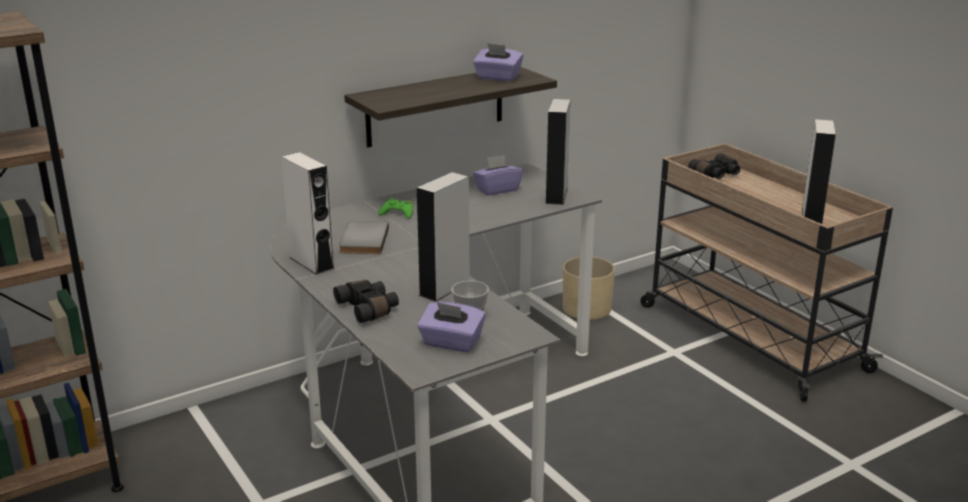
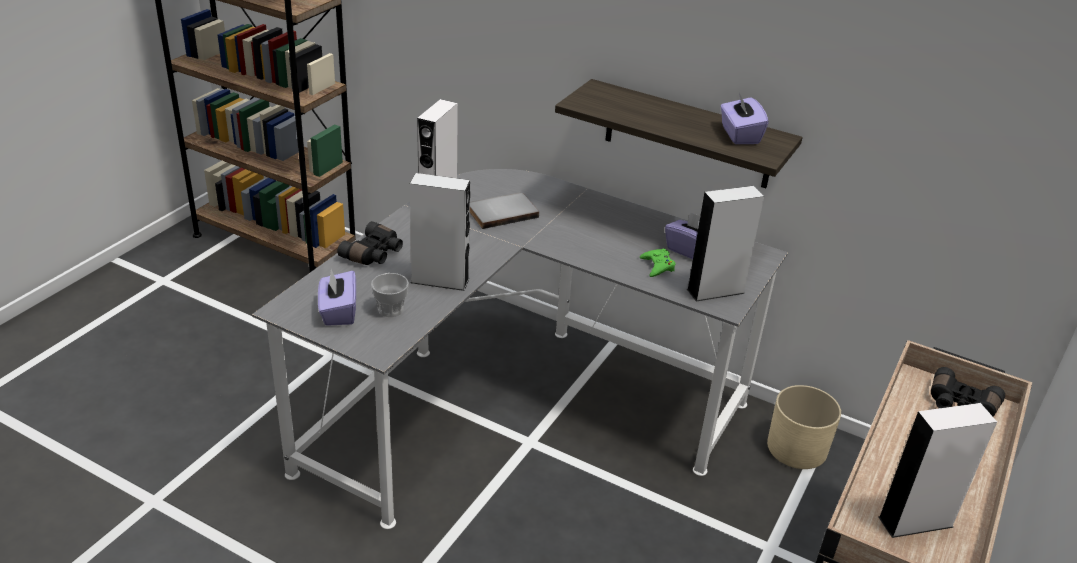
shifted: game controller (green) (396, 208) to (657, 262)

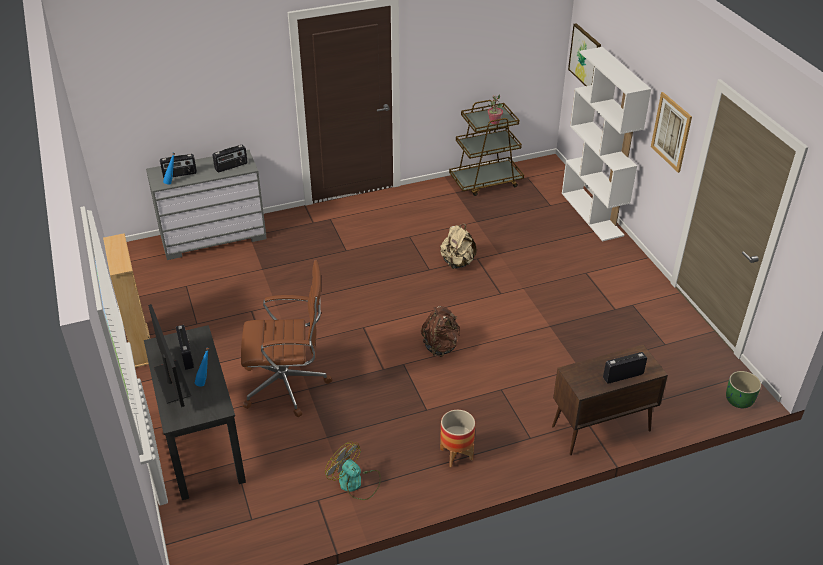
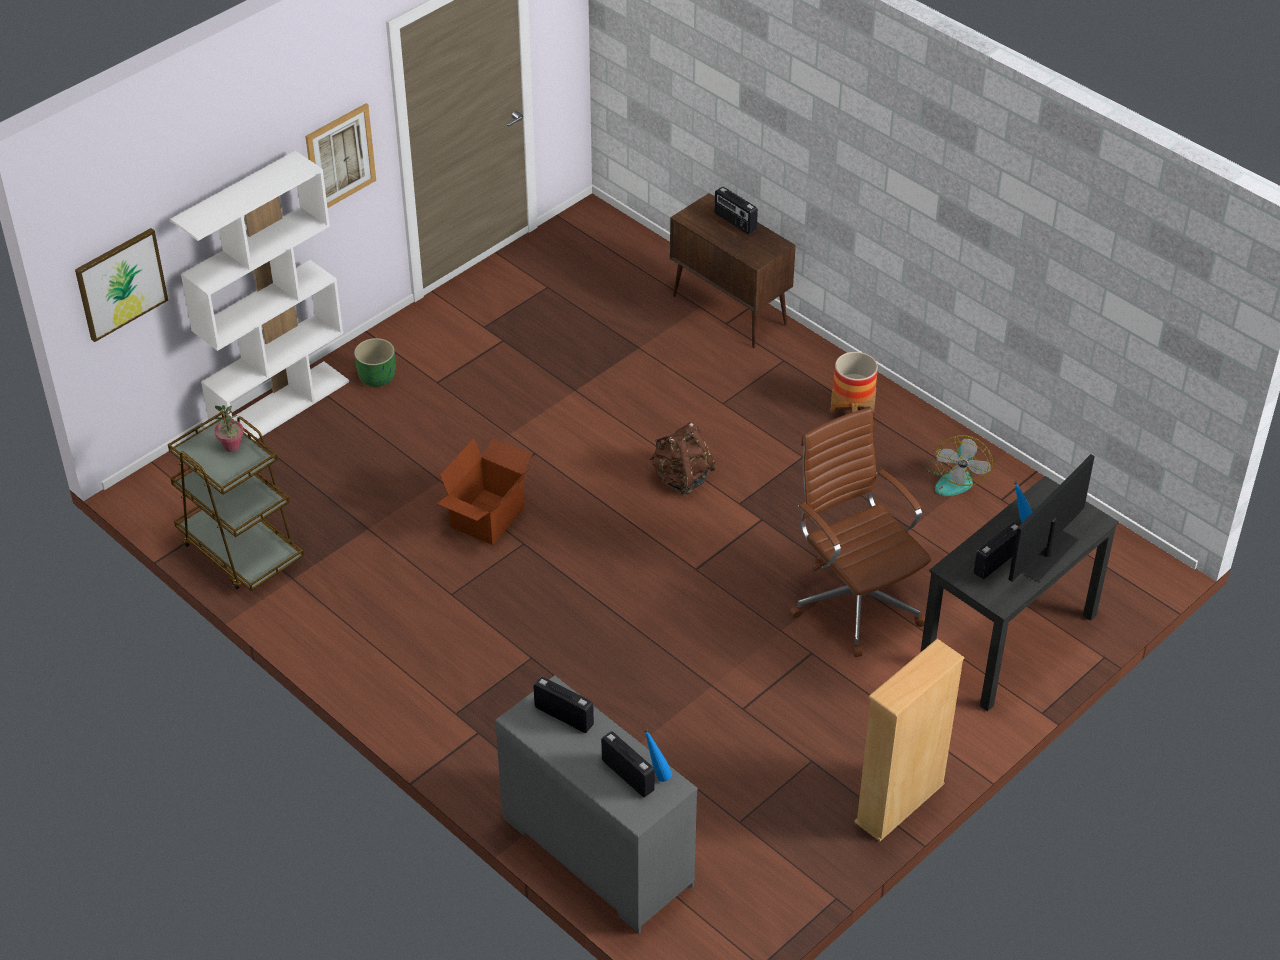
shifted: planter (green) (743, 389) to (374, 362)
swapped: backpack (beige) (458, 246) to cardboard box (485, 491)

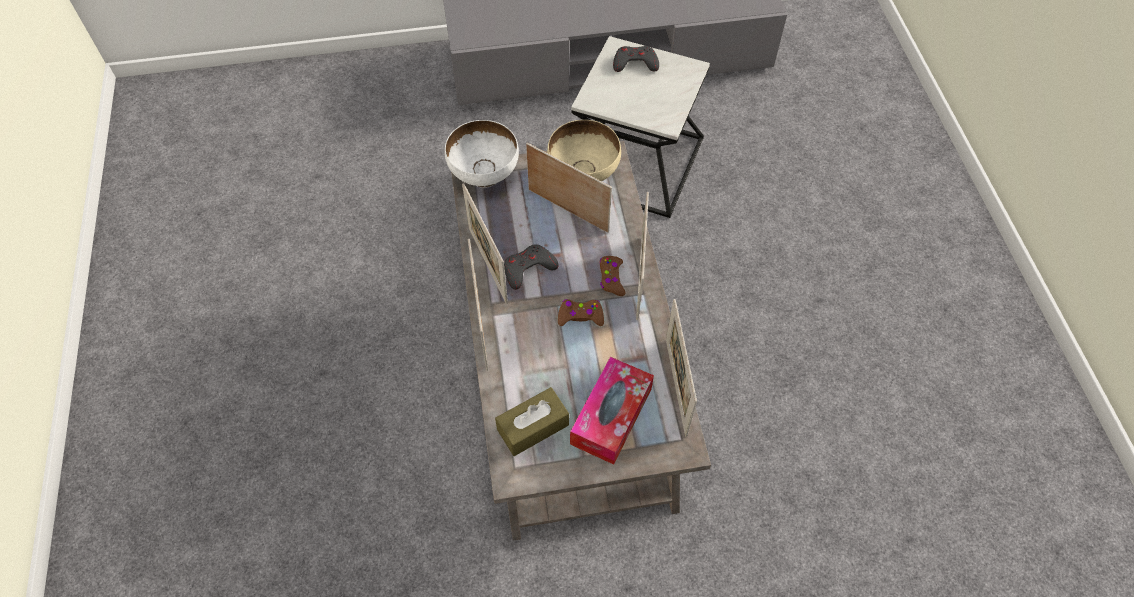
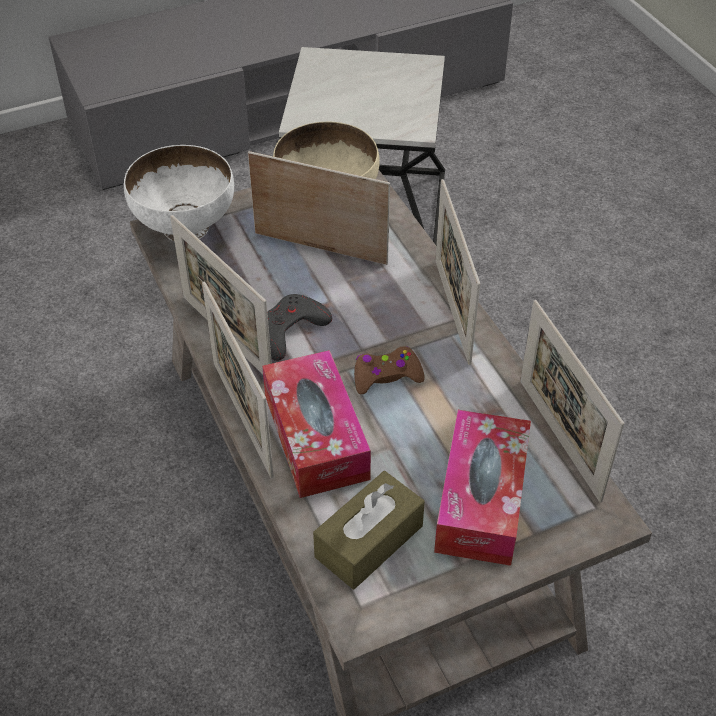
gone: game controller (brown) (612, 276); game controller (grey) (636, 59)
new: tissue box (316, 424)

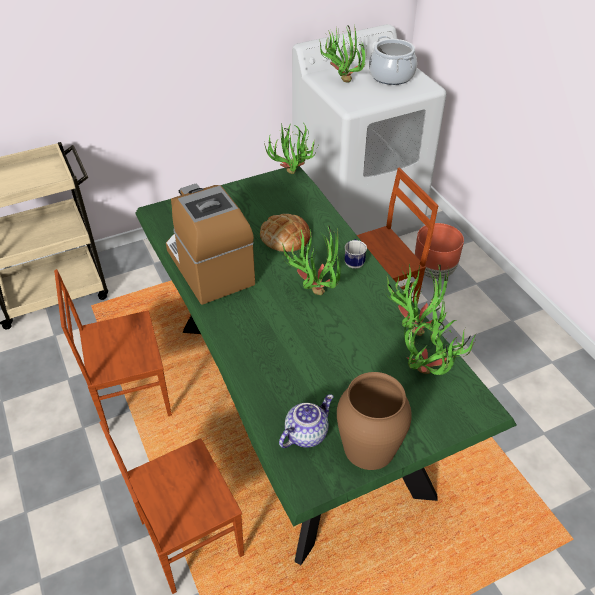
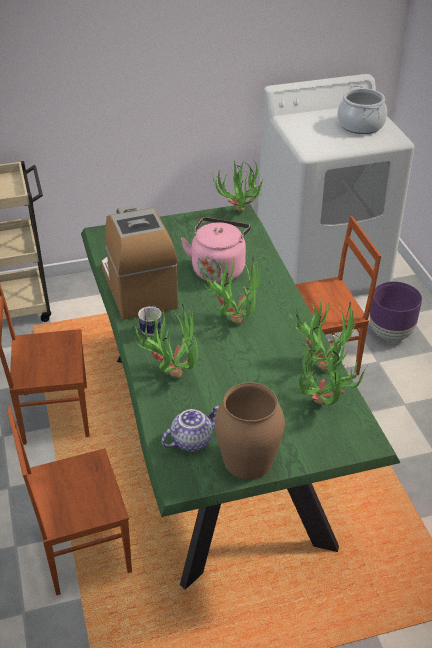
shifted: potted plant (343, 54) to (166, 341); mug (356, 254) to (149, 321)
swapped: bread (285, 233) to kettle (pink) (216, 250)
repainted: planter (brown) (439, 251) to planter (purple) (396, 311)

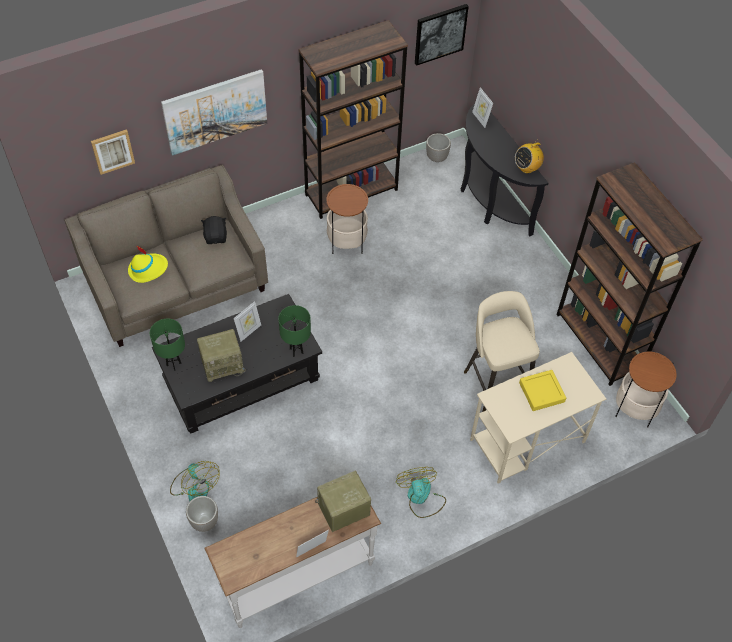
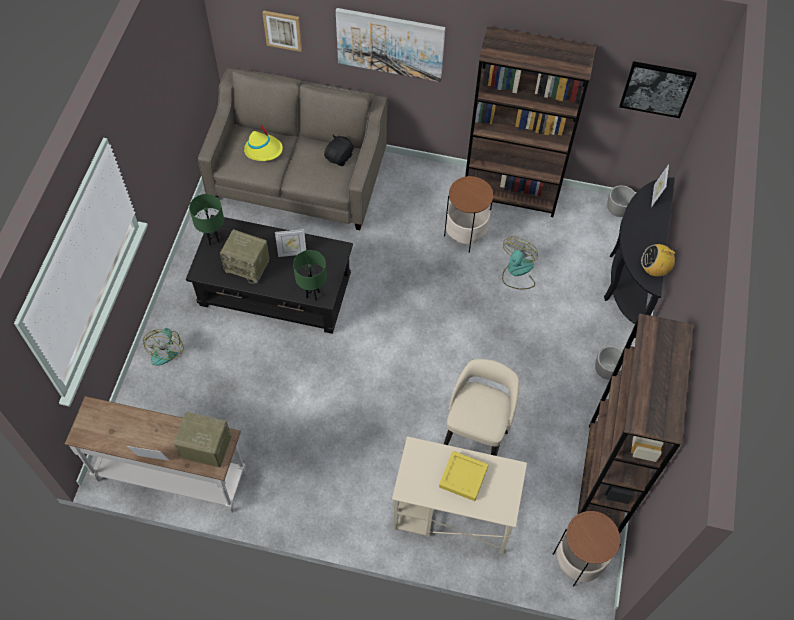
shifted: planter (202, 514) to (609, 363); fan (421, 492) to (520, 263)

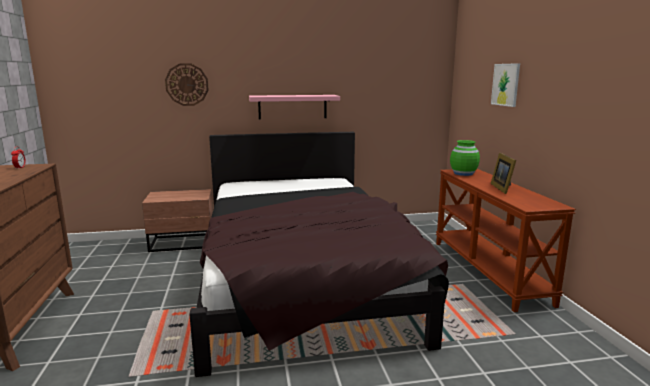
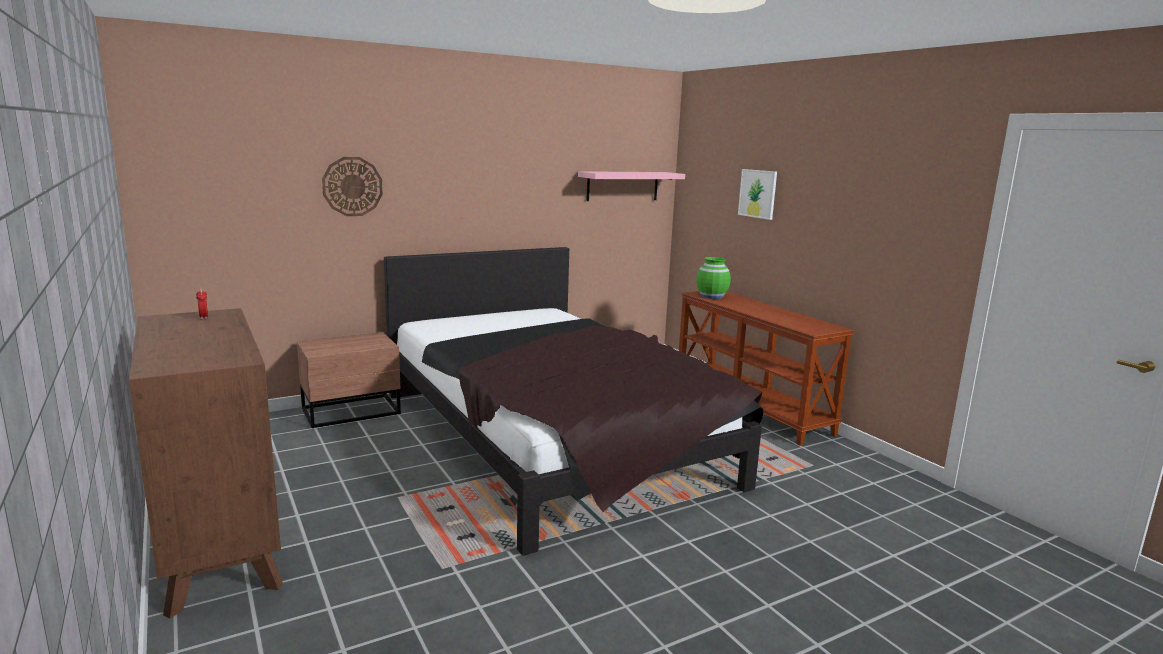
gone: picture frame (503, 173)
shifted: shelf (pink) (294, 107) to (631, 186)

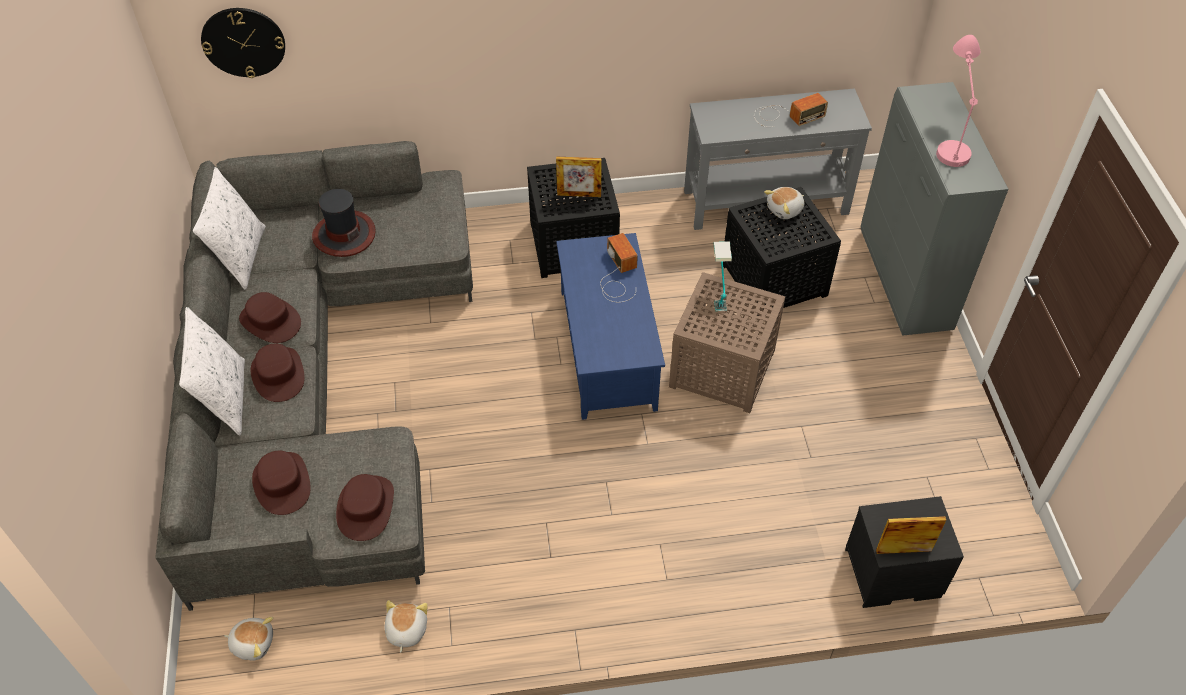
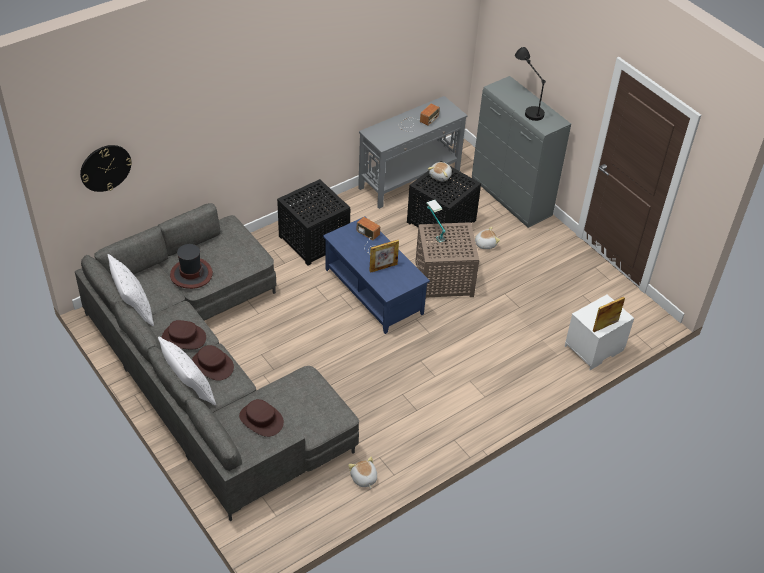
gone: hat (brown) (365, 507)
shifted: plush toy (248, 639) to (487, 238); picture frame (579, 177) to (384, 256)
repainted: nightstand (black) (904, 552) to nightstand (white) (599, 332); table lamp (pink) (958, 101) to table lamp (black) (530, 84)

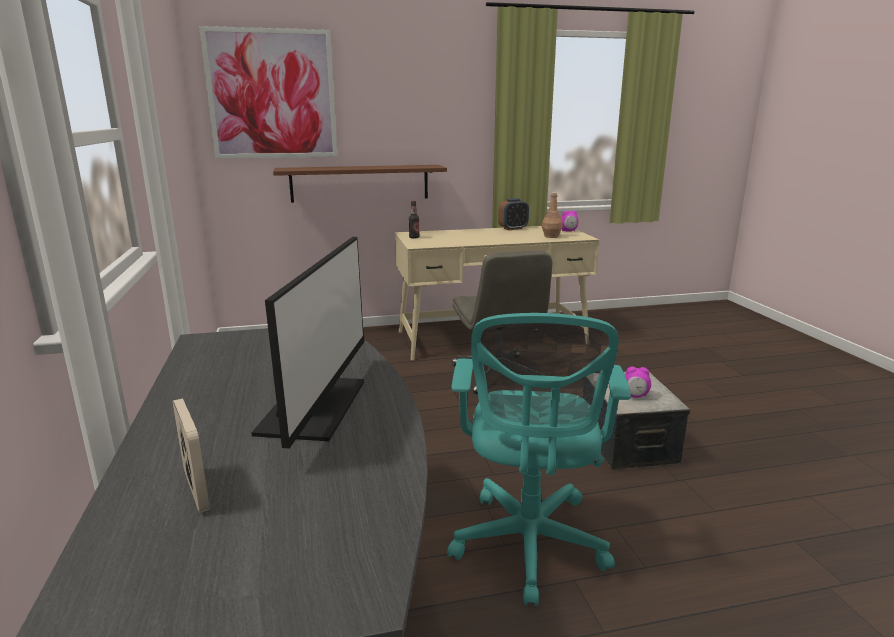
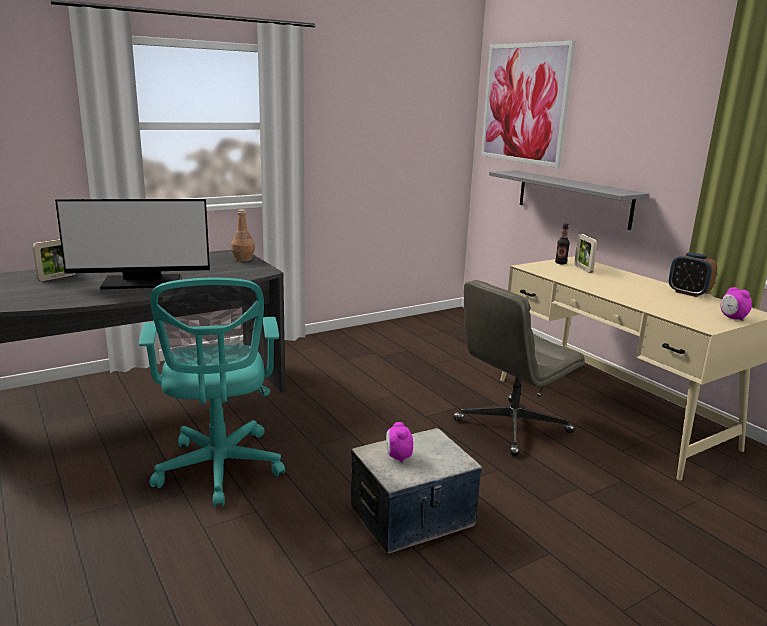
new: picture frame (585, 253)
shifted: bottle (brown) (552, 215) to (243, 235)
repainted: shelf (brown) (360, 184) to shelf (grey) (569, 200)
rotated: office chair (turquoise) (539, 459) = (212, 392) 90 degrees counterclockwise

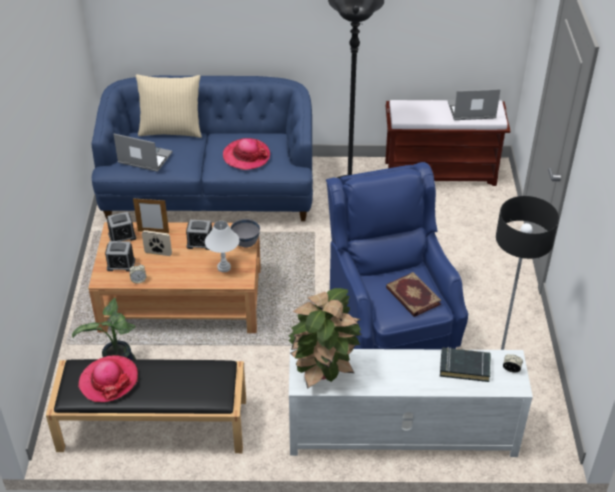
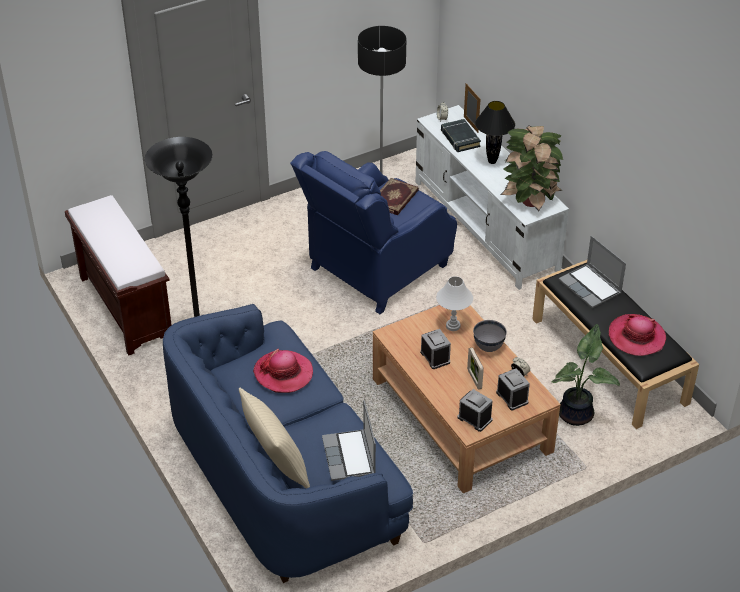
new: table lamp (black) (495, 132)
shifted: picture frame (151, 215) to (472, 108); bowl (grey) (245, 233) to (490, 336); laptop (474, 104) to (592, 272)

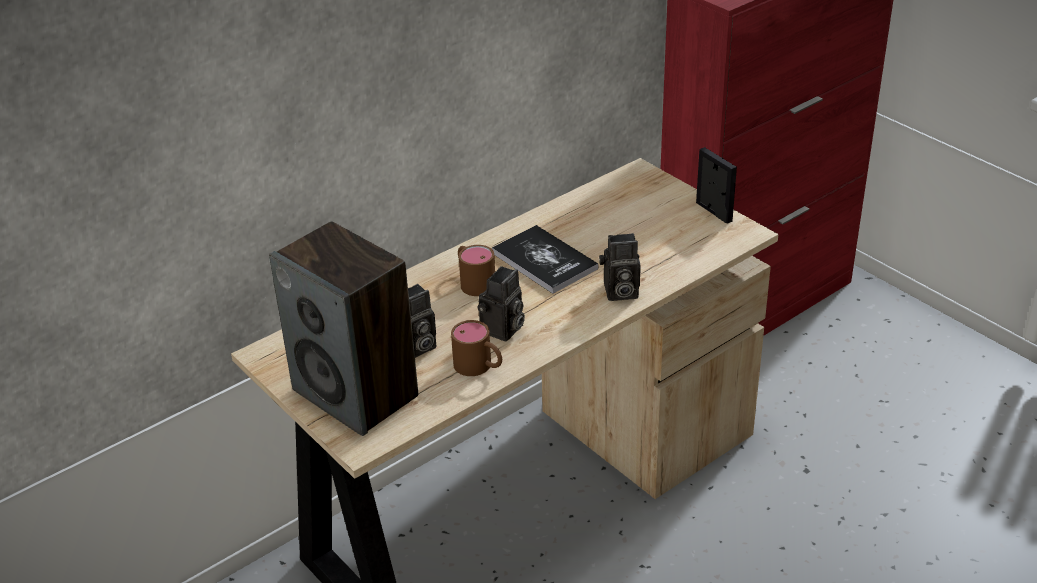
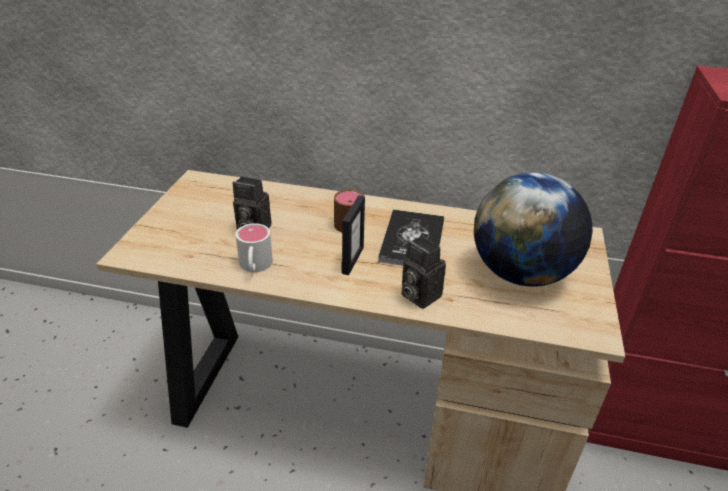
gone: speaker (343, 328); photo camera (501, 303)
new: globe (533, 229)
shifted: picture frame (716, 185) to (353, 235)
repainted: mug (brown) (476, 348) to mug (white) (254, 248)

